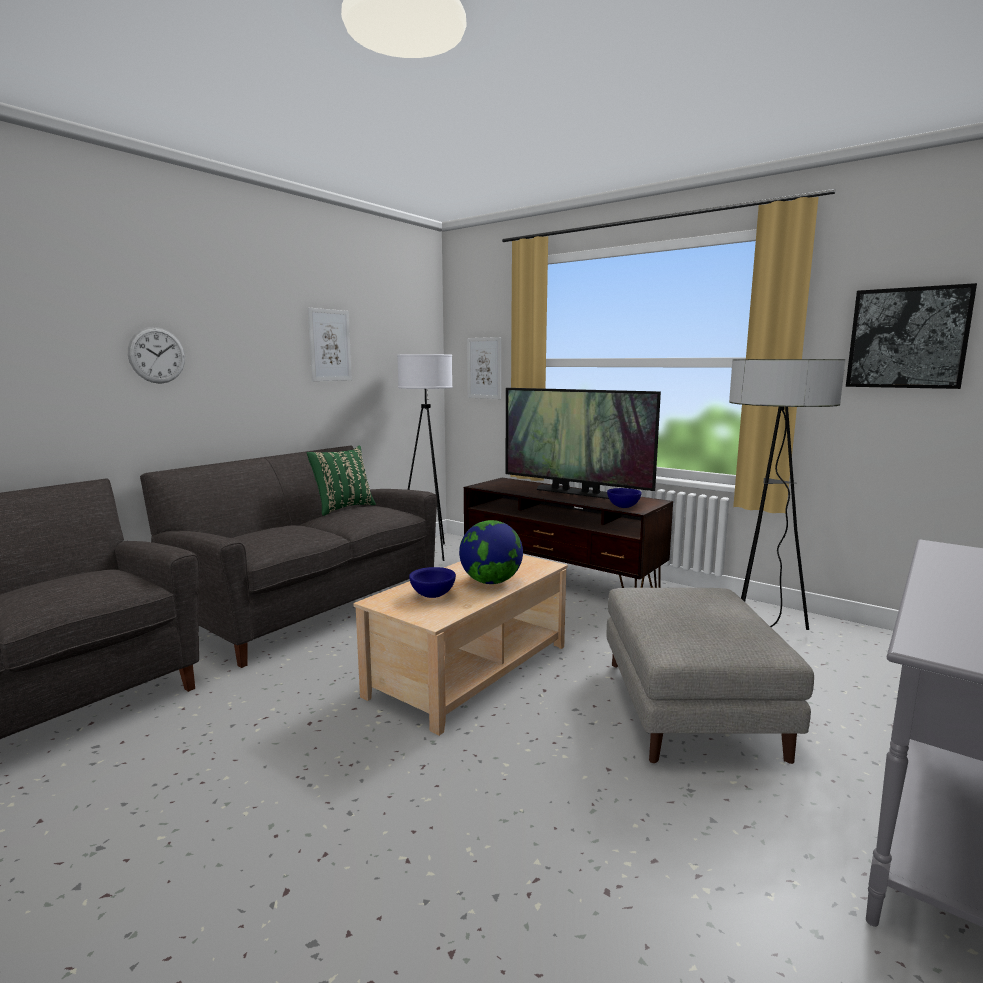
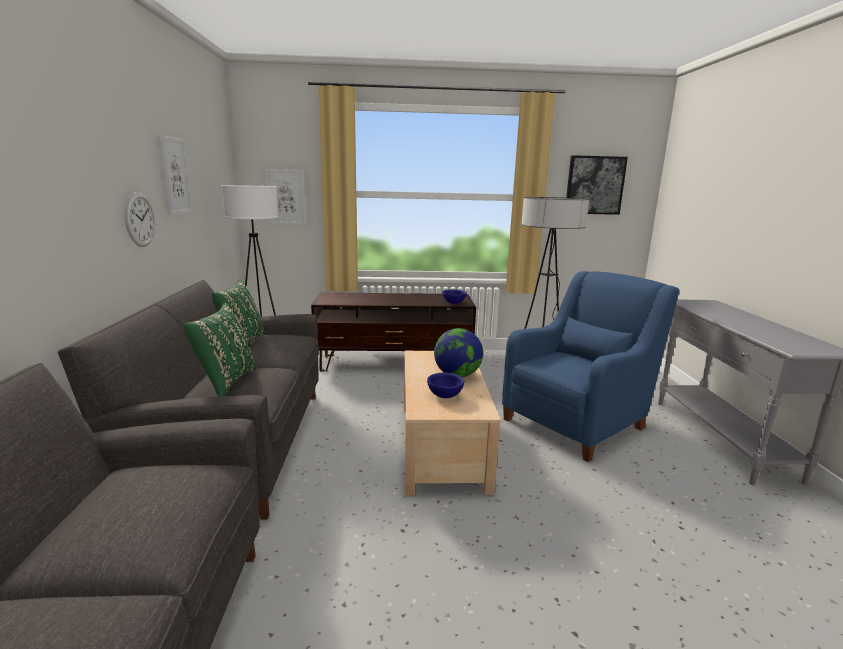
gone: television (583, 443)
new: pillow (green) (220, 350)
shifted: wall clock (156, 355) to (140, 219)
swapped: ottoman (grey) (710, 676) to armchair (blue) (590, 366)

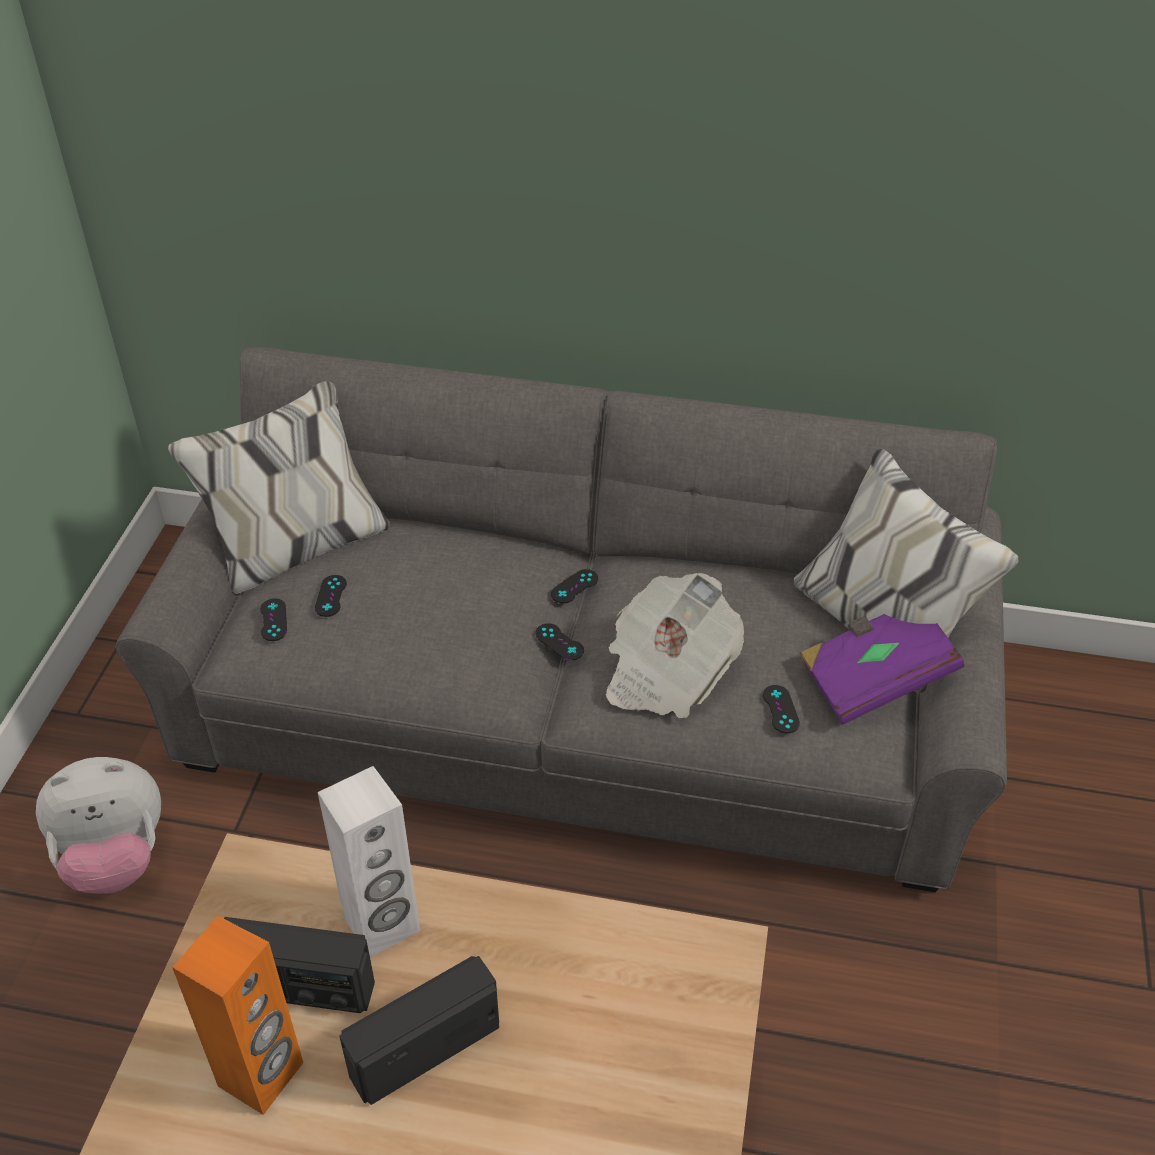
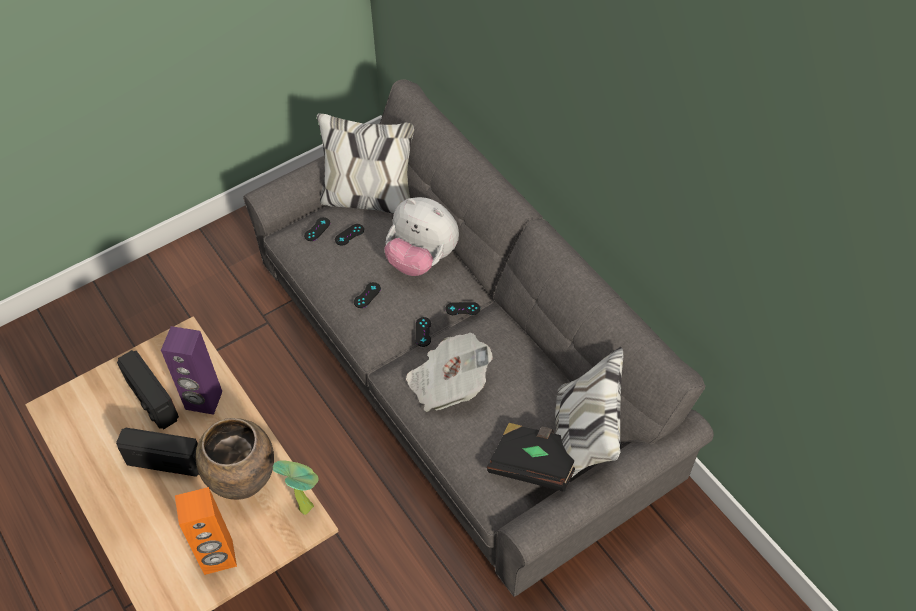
new: vase (brown) (235, 459); potted plant (296, 487)
shifted: plush toy (98, 825) to (421, 236); speaker (orange) (237, 1015) to (206, 531); game controller (black) (781, 709) to (367, 295)
repainted: speaker (white) (369, 861) to speaker (purple) (192, 370); book (purple) (882, 669) to book (black) (531, 457)

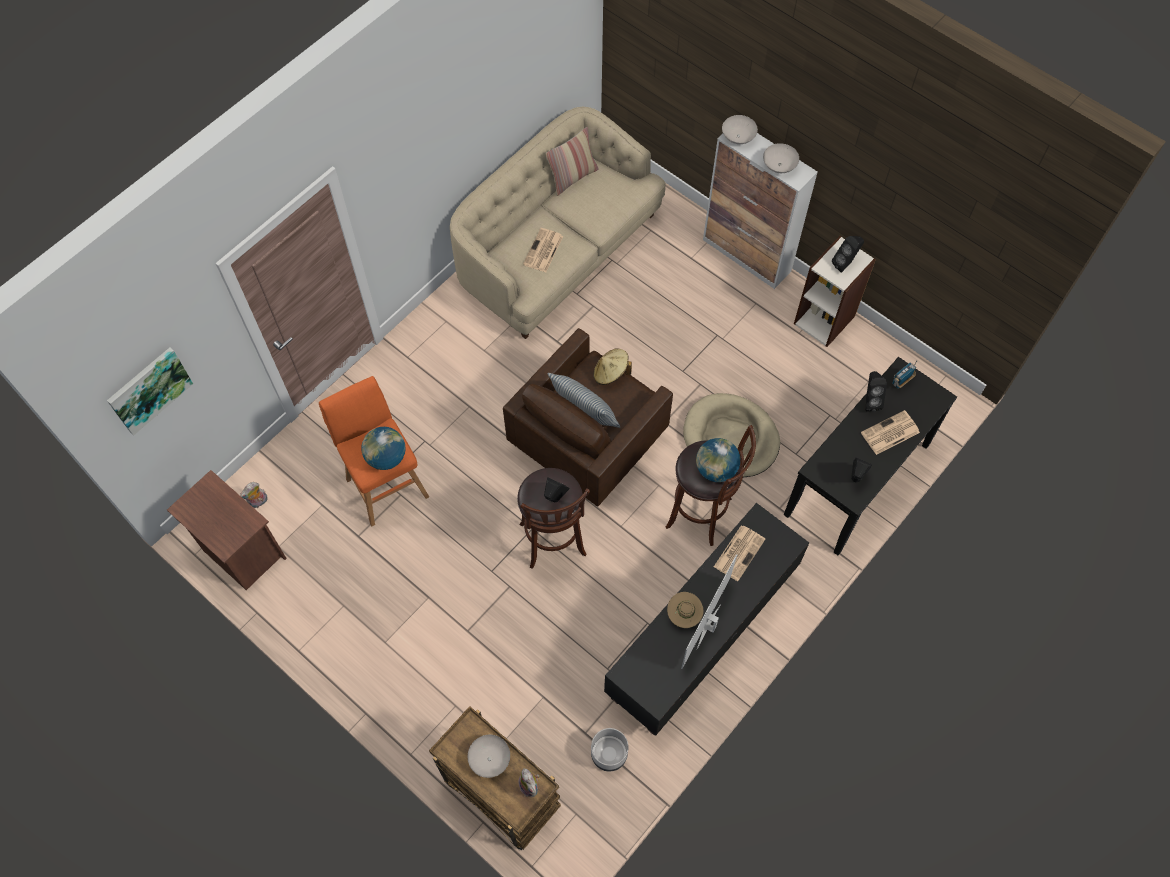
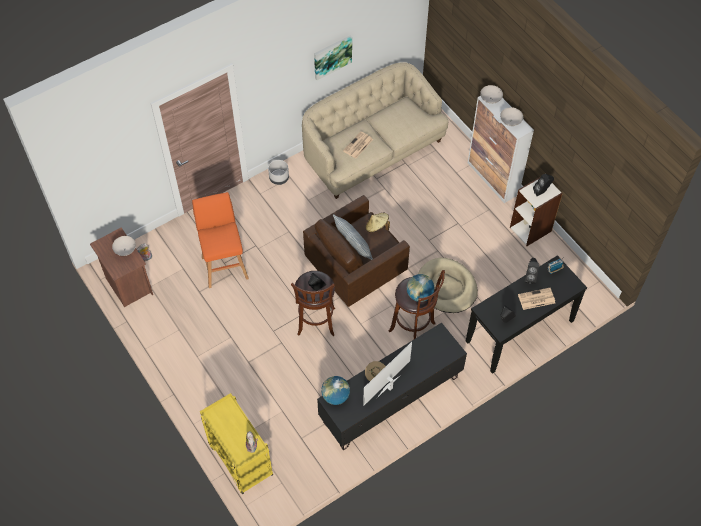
gone: pillow (571, 161); newspaper (739, 553)
shifted: picture (150, 391) to (333, 57); globe (383, 448) to (335, 390); bowl (white) (489, 756) to (124, 246); planter (grey) (610, 750) to (278, 172)
repainted: cart (brown) (495, 778) to cart (yellow) (236, 443)

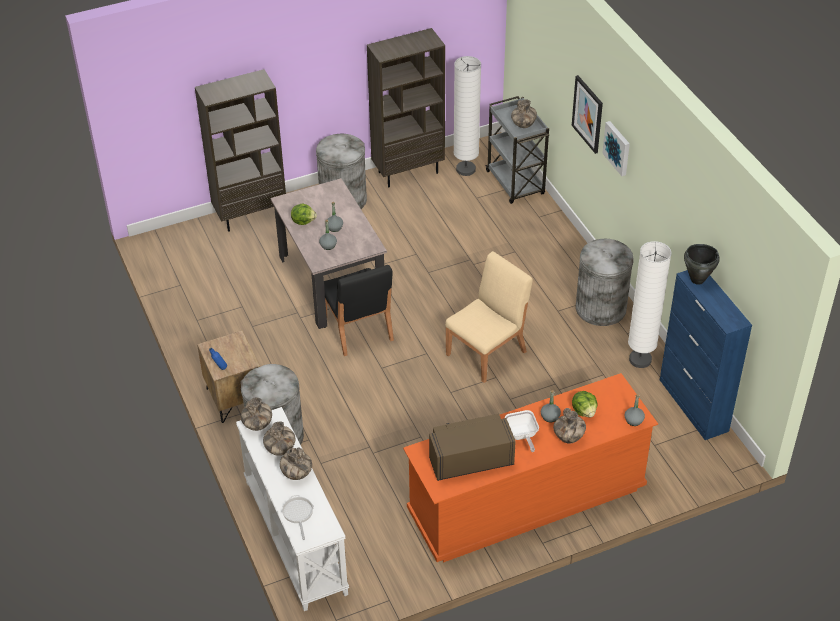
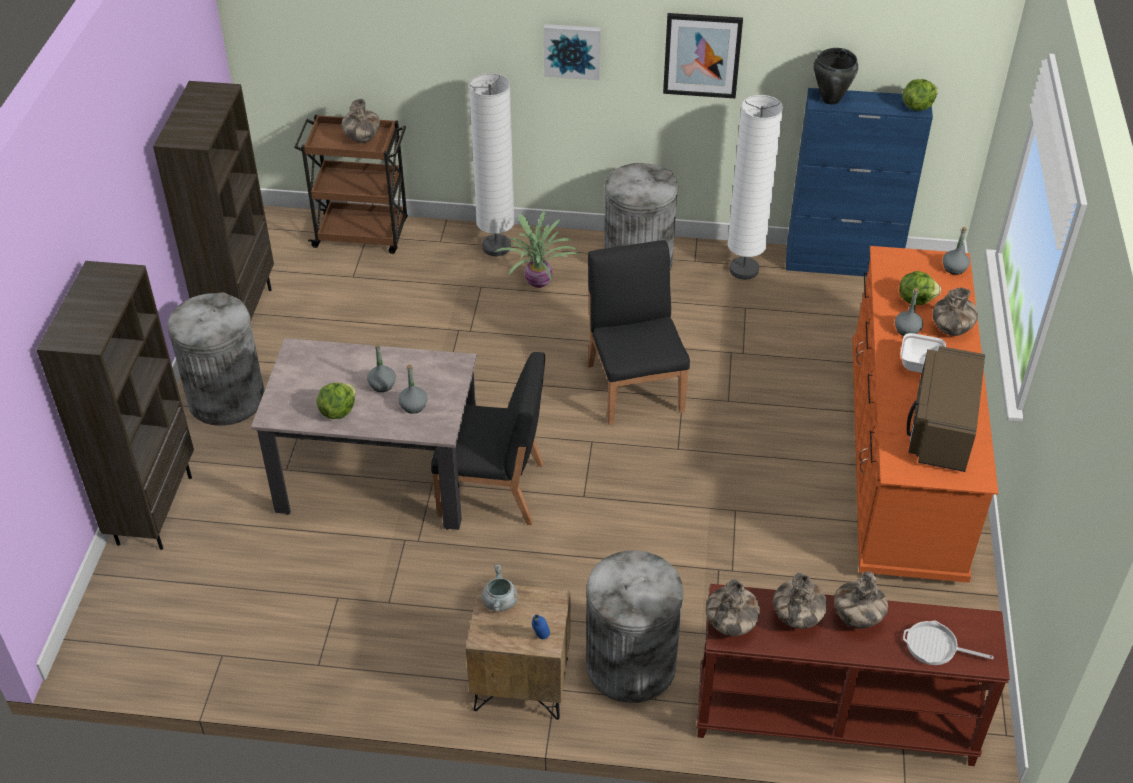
new: cooking pot (grey) (500, 588); potted plant (538, 249); lettuce (920, 95)
shifted: floor lamp (white) (467, 116) to (492, 164); picture (587, 114) to (703, 55)
repainted: console table (white) (292, 509) to console table (brown) (853, 675); chair (beige) (489, 317) to chair (black) (638, 332); cart (grey) (517, 150) to cart (brown) (351, 184)

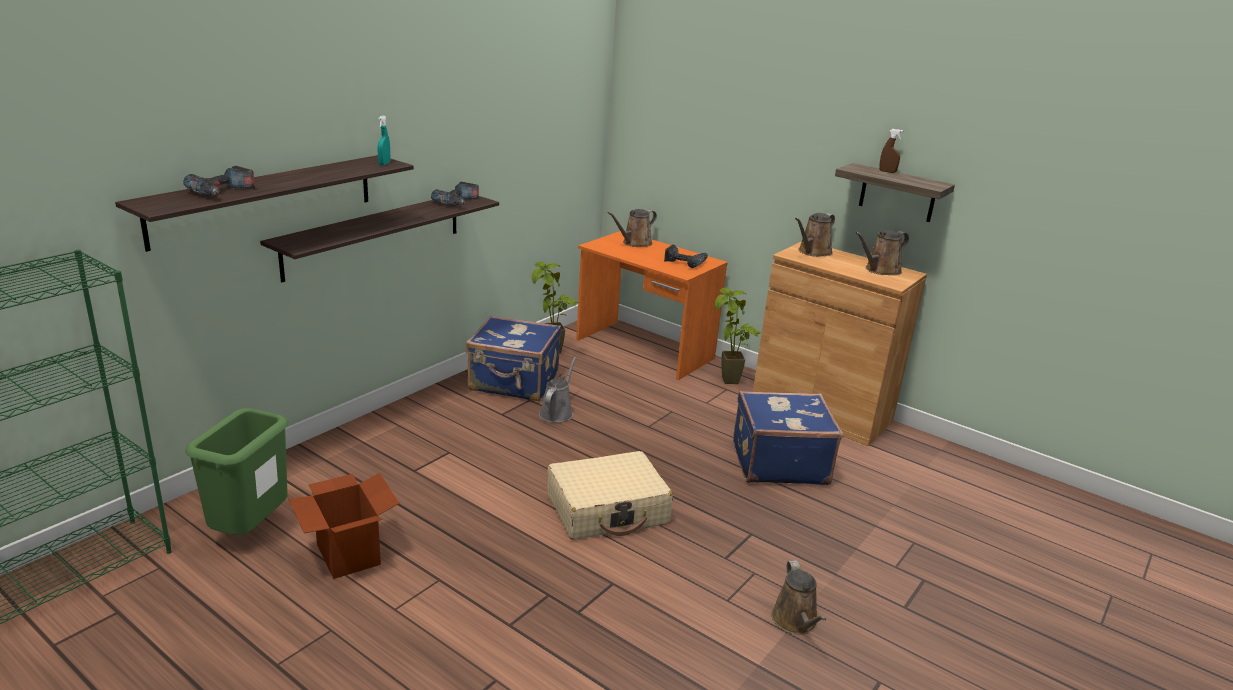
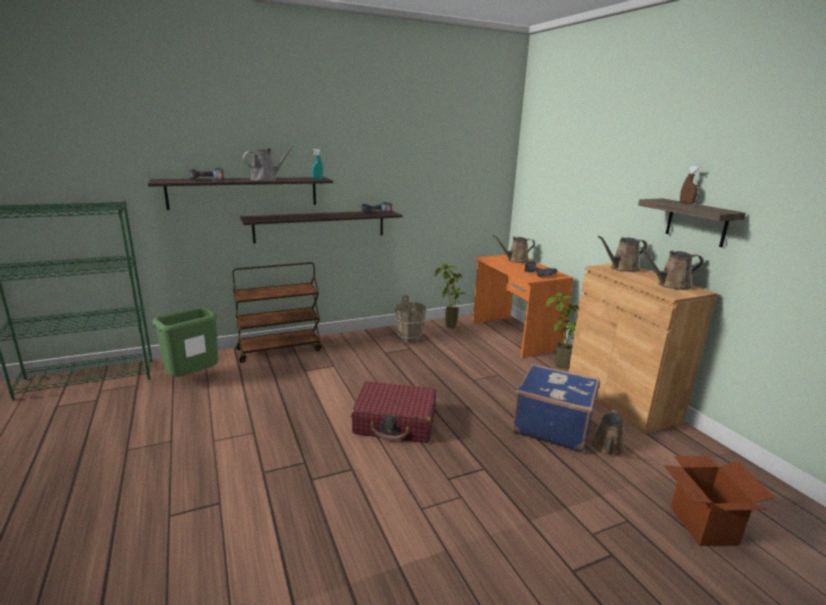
new: cart (brown) (277, 312)
shifted: cardboard box (344, 526) to (719, 501); watering can (grey) (557, 390) to (268, 163); watering can (brown) (798, 597) to (608, 433)
swapped: suitcase (blue) (513, 358) to bucket (brown) (410, 319)
repainted: suitcase (beige) (610, 495) to suitcase (red) (393, 412)

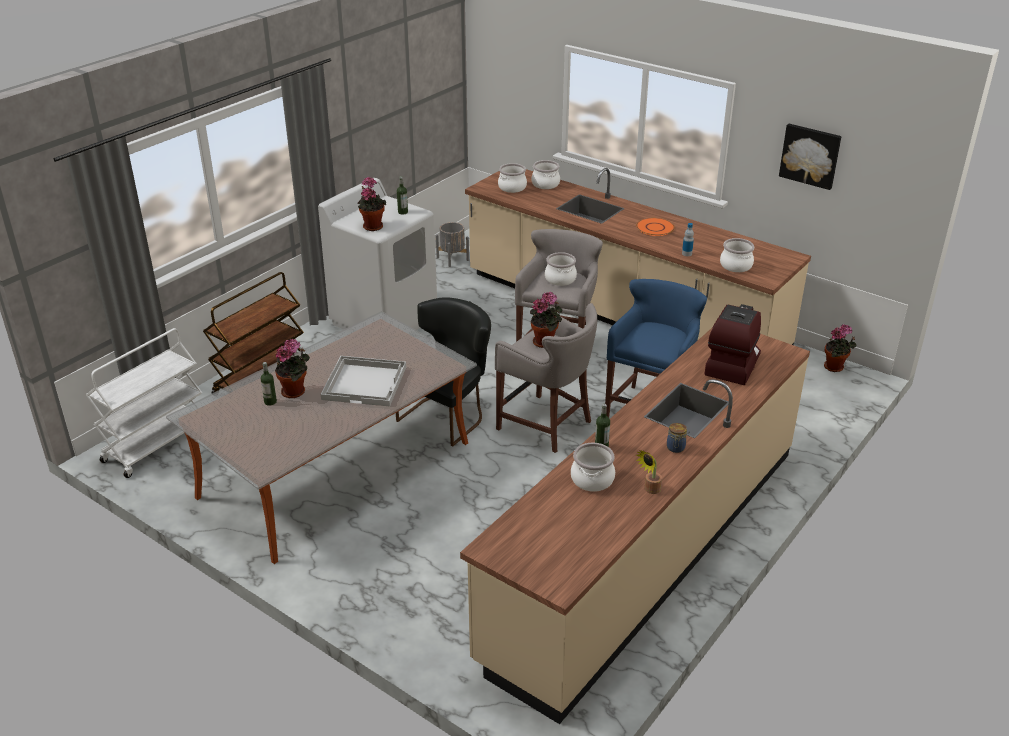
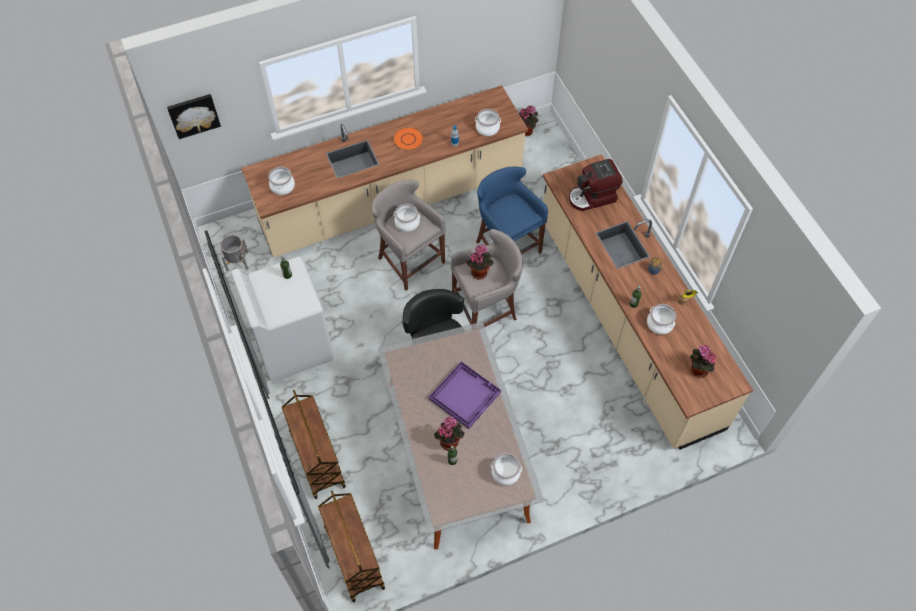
shifted: potted plant (372, 204) to (703, 361); cooking pot (545, 174) to (506, 469); picture (810, 157) to (194, 116)
repainted: cart (white) (144, 403) to cart (brown) (351, 546); tray (white) (363, 381) to tray (purple) (465, 395)
rotated: coffee machine (732, 344) = (595, 185) 75 degrees counterclockwise

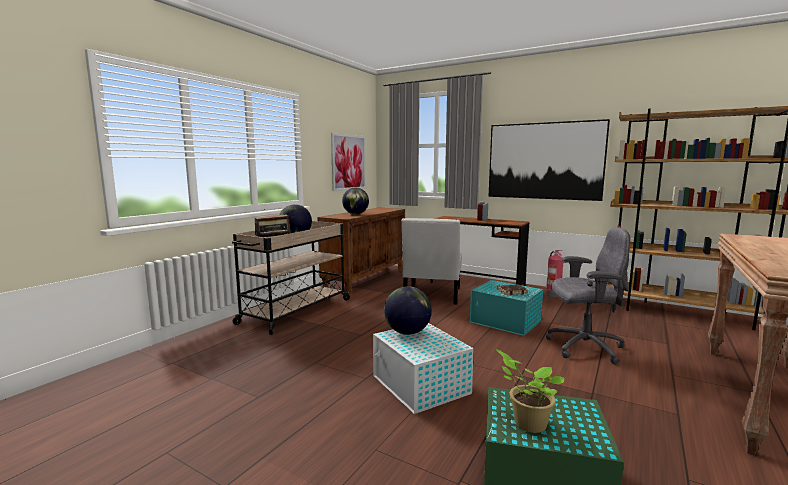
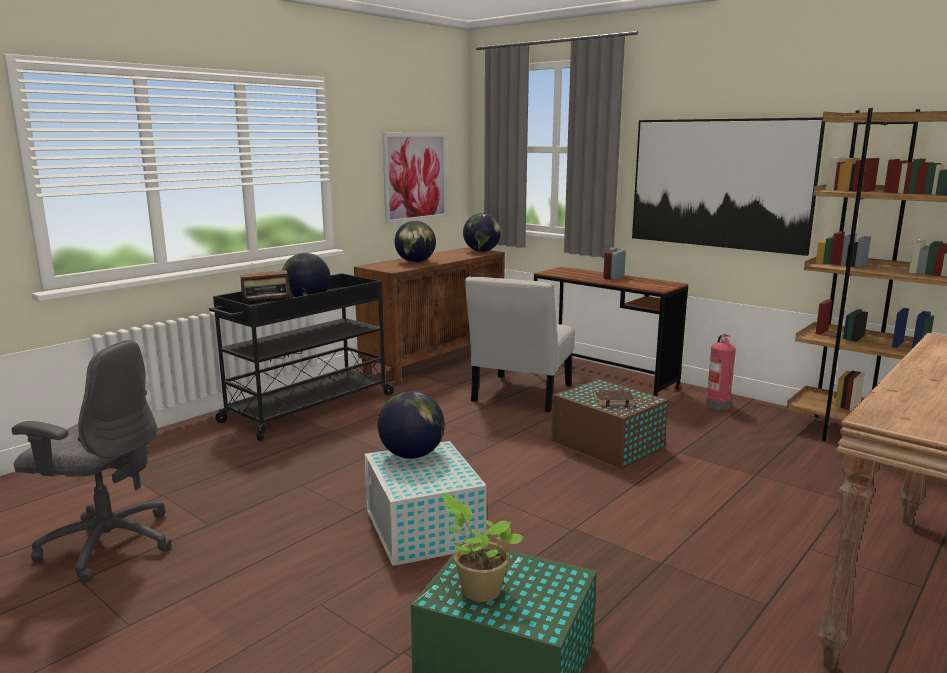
new: globe (482, 232)
shifted: office chair (grey) (588, 296) to (92, 461)
repainted: cart (beige) (291, 278) to cart (black) (302, 357); storage box (turquoise) (506, 308) to storage box (brown) (609, 424)

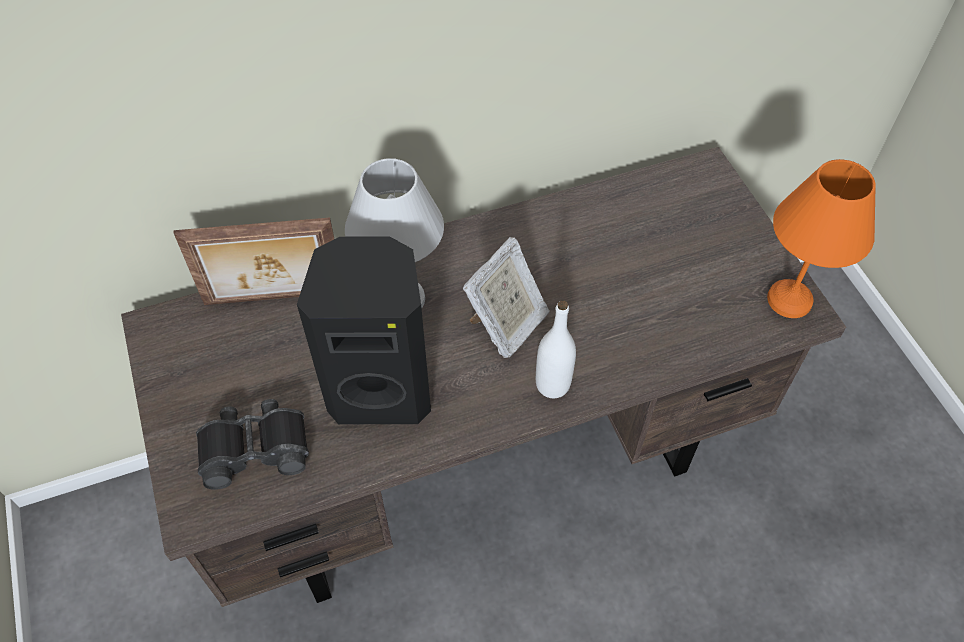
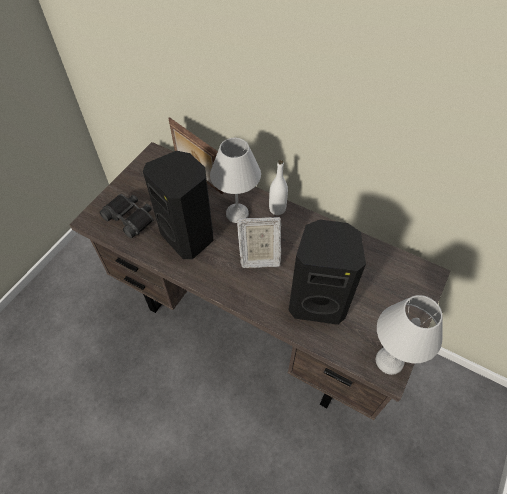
new: speaker (black) (327, 272)
shifted: bottle (white) (556, 349) to (278, 187)
repainted: table lamp (orange) (821, 238) to table lamp (white) (409, 335)

